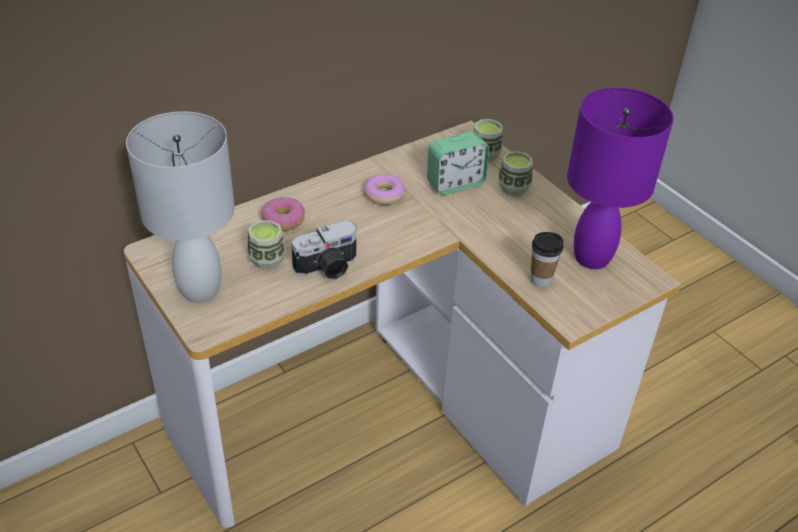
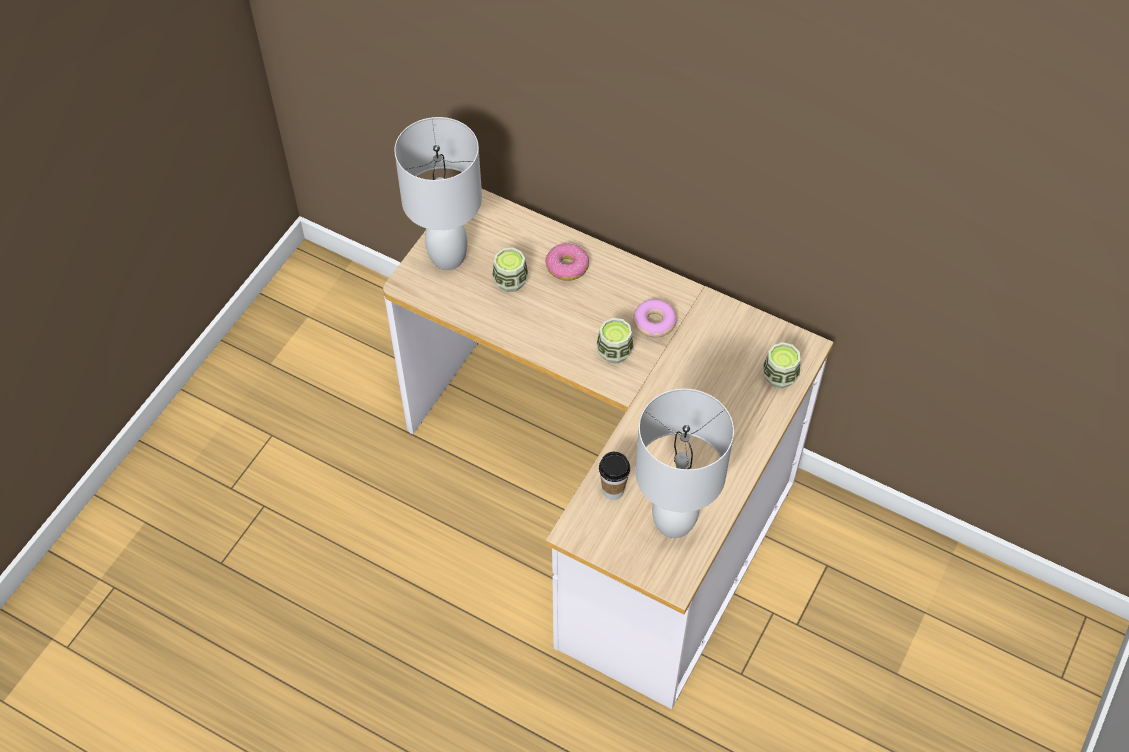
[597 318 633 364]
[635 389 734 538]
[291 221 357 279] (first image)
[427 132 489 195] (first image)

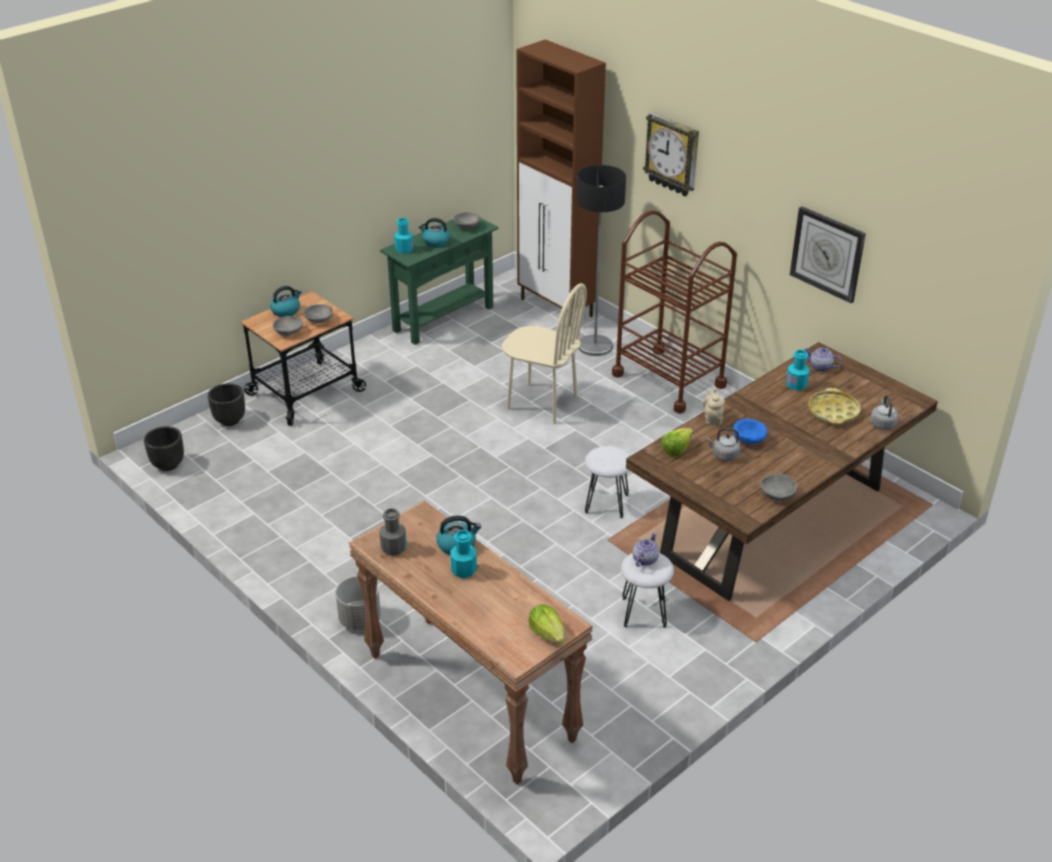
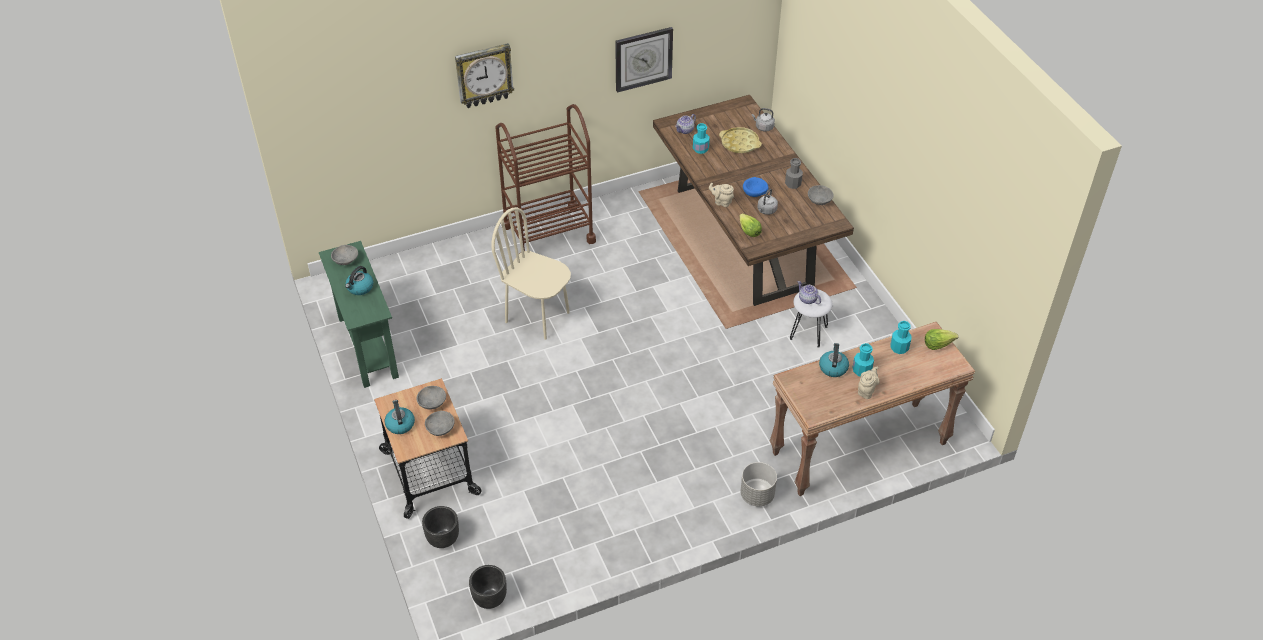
[491 207 571 340]
[785 158 803 189]
[858 366 880 399]
[890 321 912 354]
[516 39 606 327] (first image)
[576 165 626 356] (first image)
[585 446 630 518] (first image)

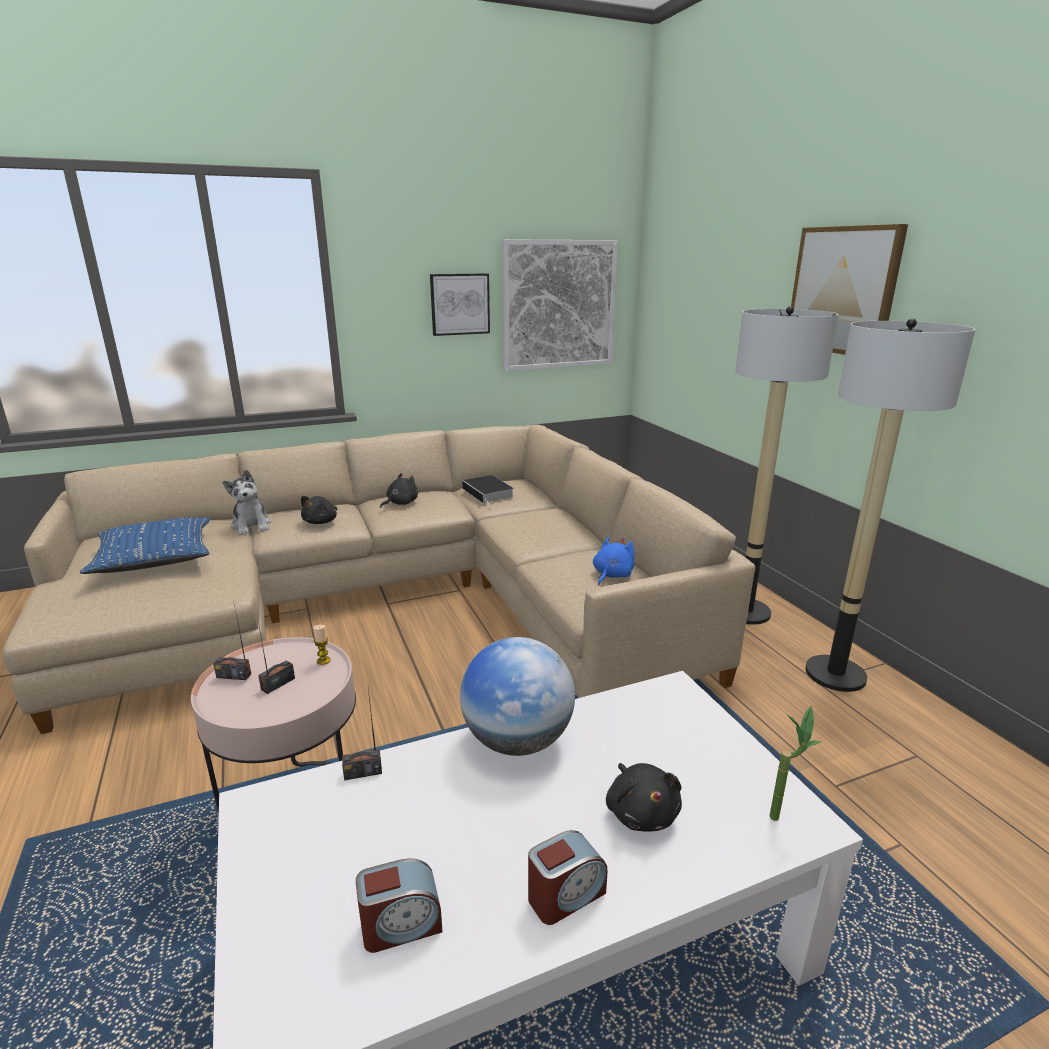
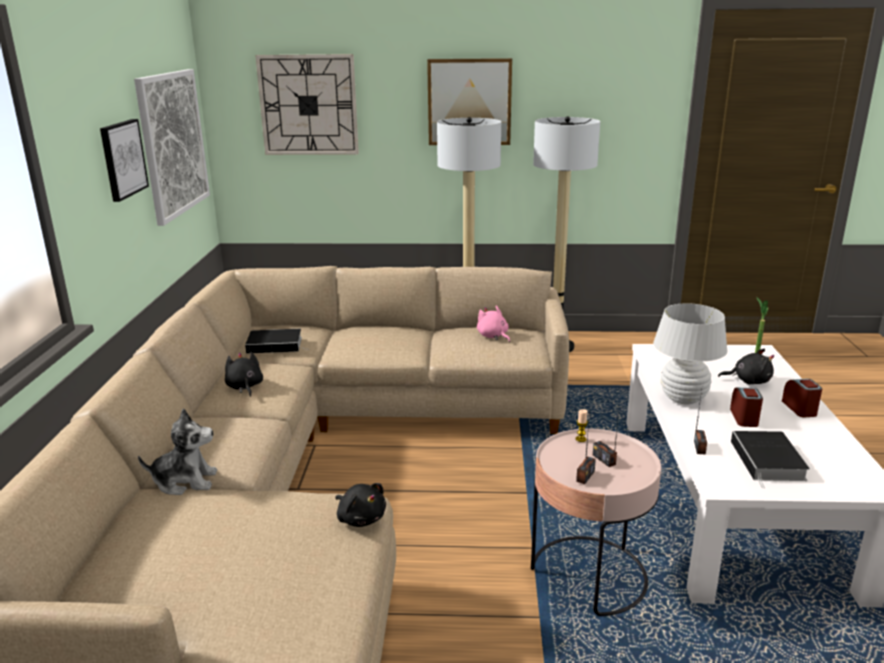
[255 54 359 155]
[336 483 386 527]
[477 306 510 342]
[653 303 728 405]
[730 387 763 427]
[731 431 810 488]
[80 517 210 574] (first image)

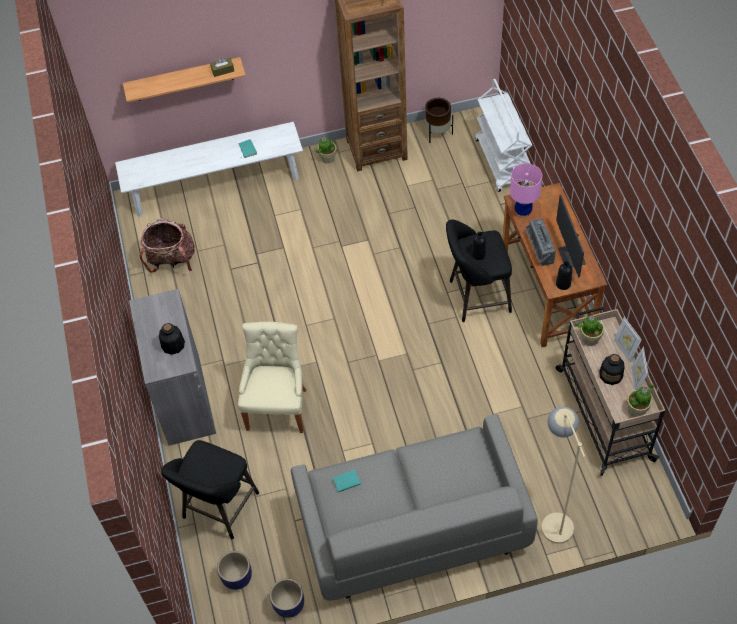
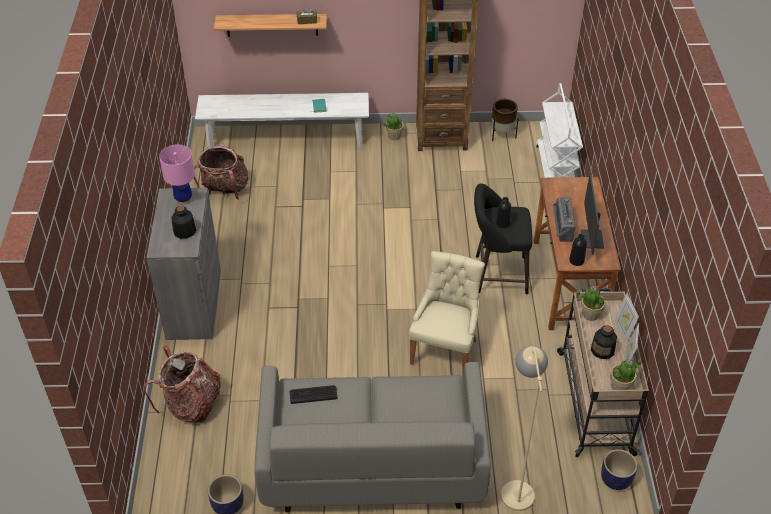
[144 346 221 423]
[159 144 195 205]
[290 385 337 404]
[409 251 485 377]
[601 449 638 490]

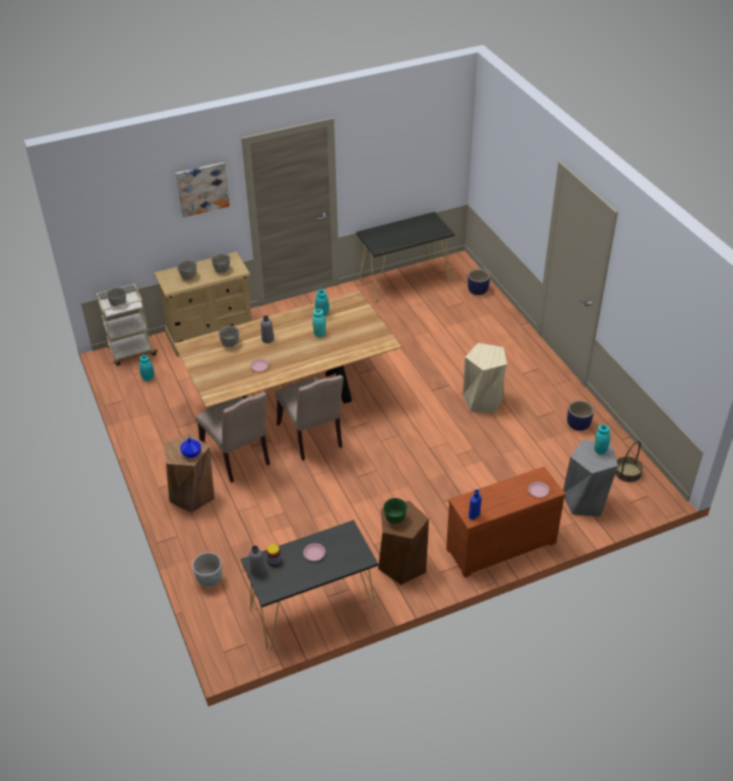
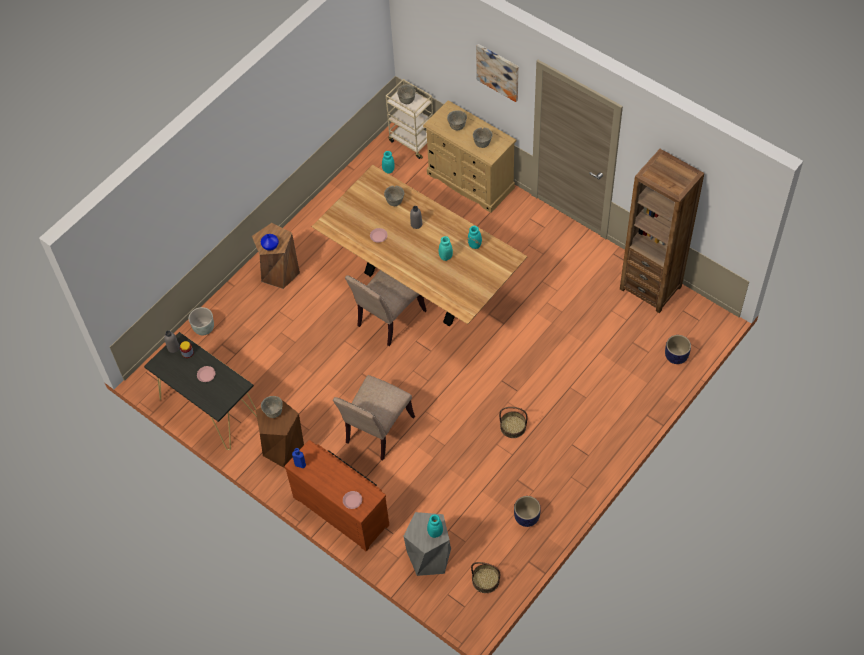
[261 396 283 418]
[333 375 415 460]
[499 407 528 438]
[620 149 704 313]

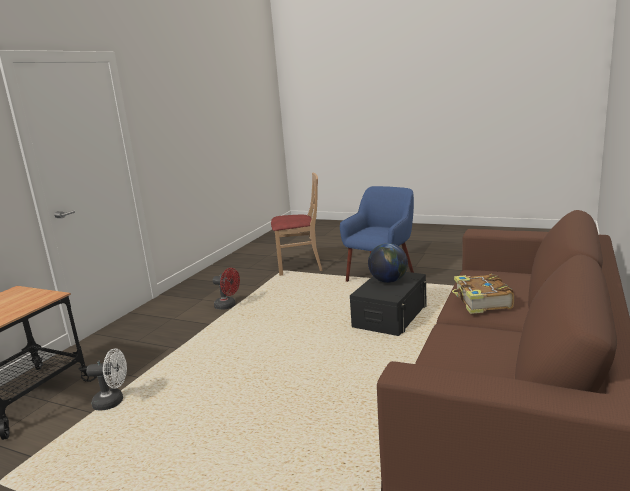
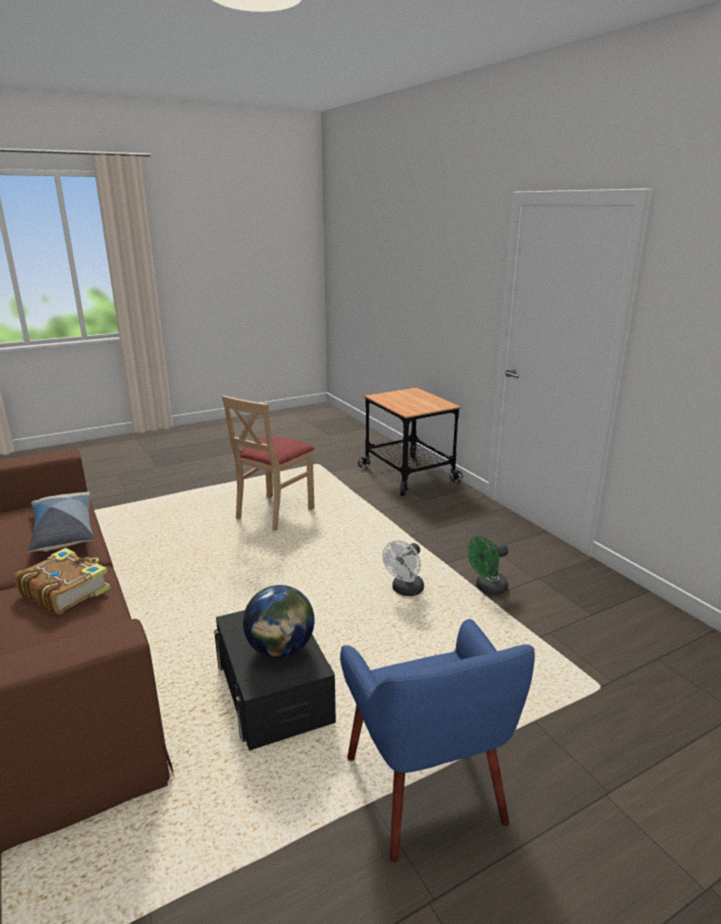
[27 492 94 552]
[222 395 314 531]
[382 540 424 596]
[468 536 509 595]

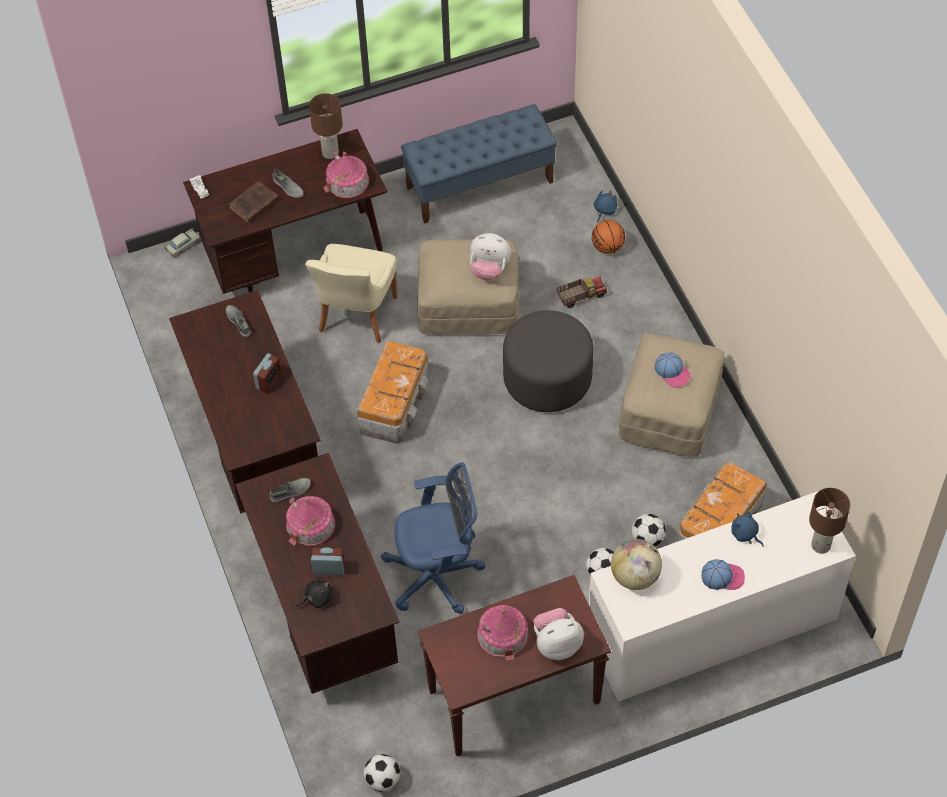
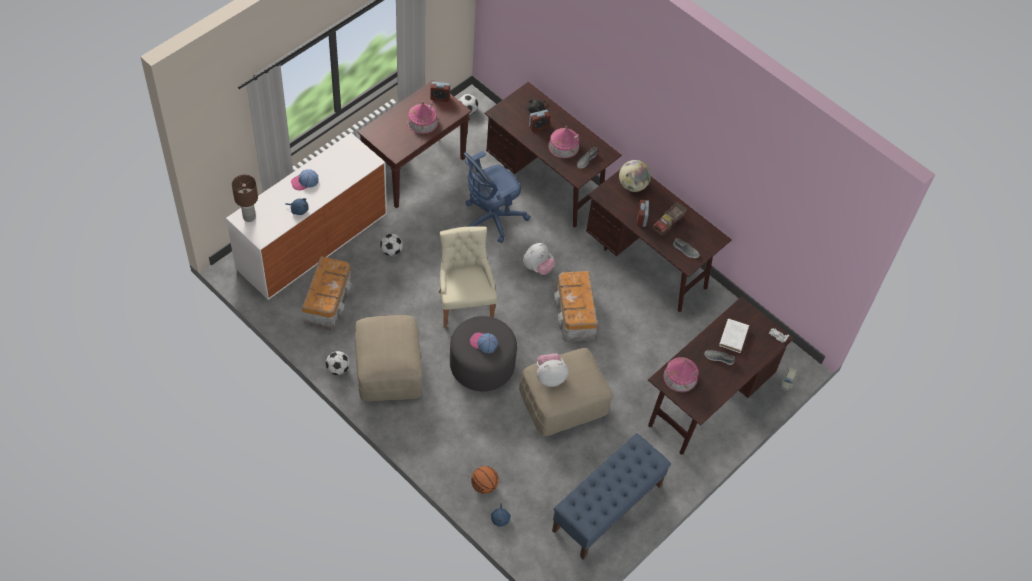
[326 351 350 375]
[430 82 450 102]
[439 226 497 328]
[470 332 498 353]
[523 243 555 275]
[619 160 651 192]
[652 202 687 236]
[719 319 749 353]
[309 93 343 159] (first image)

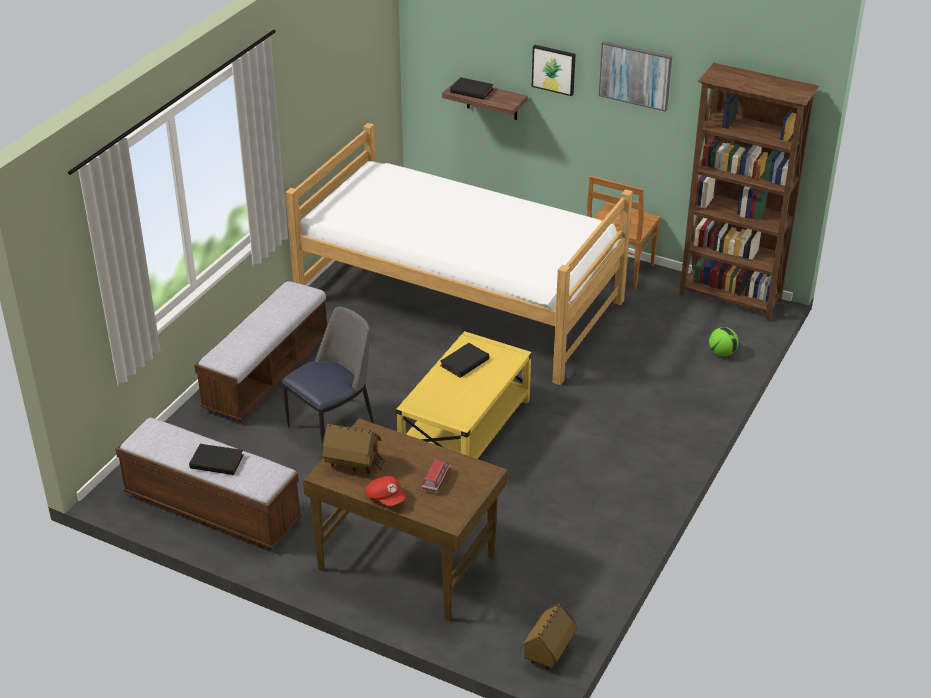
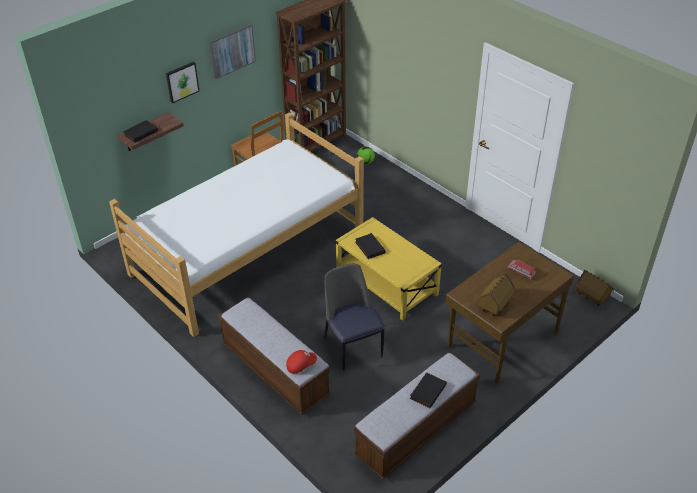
[286 350 317 374]

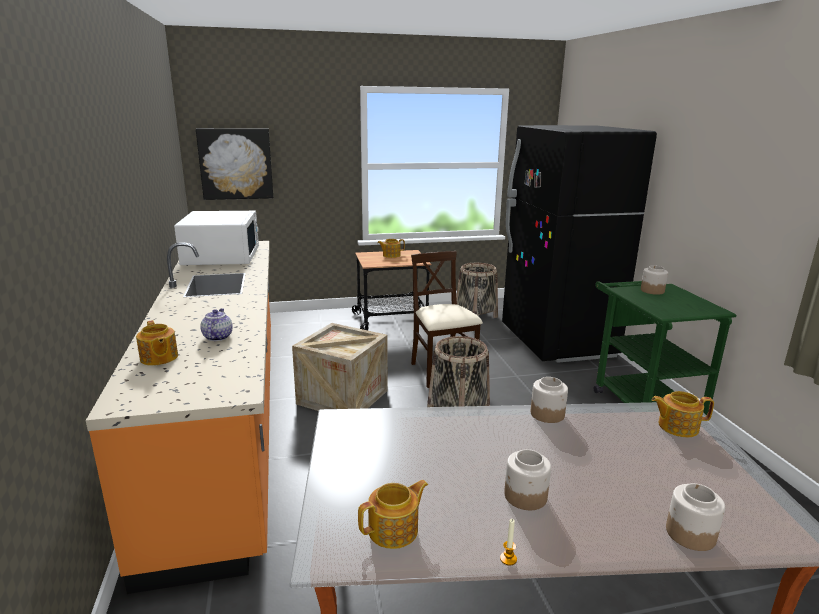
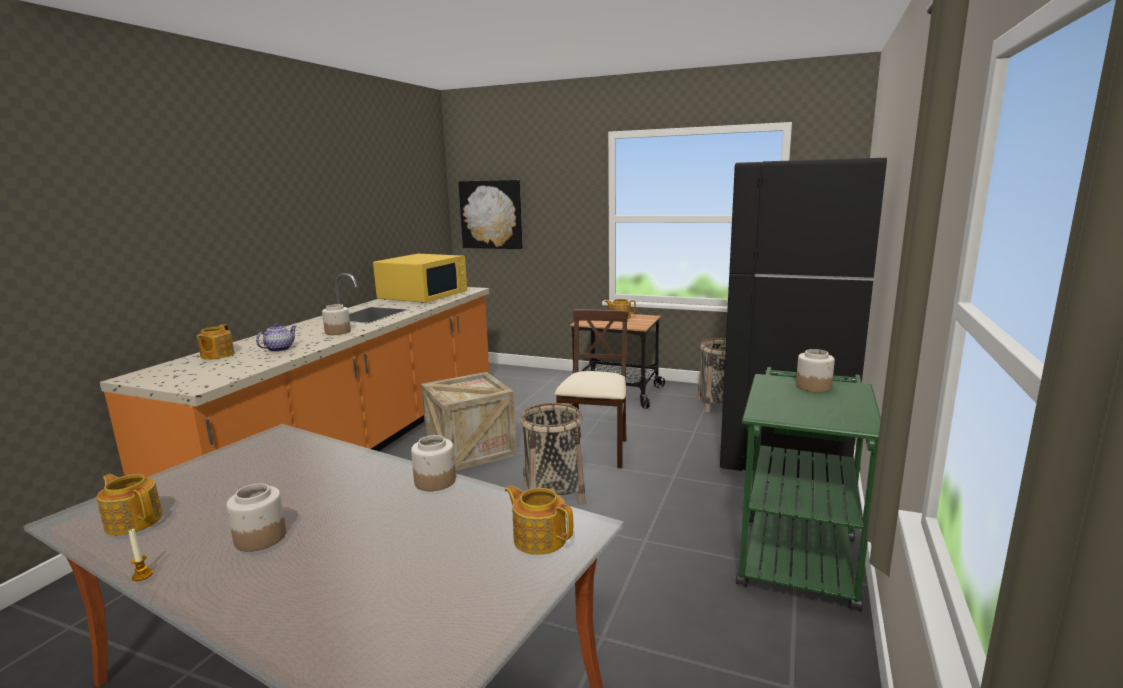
[97 474 163 535]
[322 304 351 335]
[373 254 467 303]

